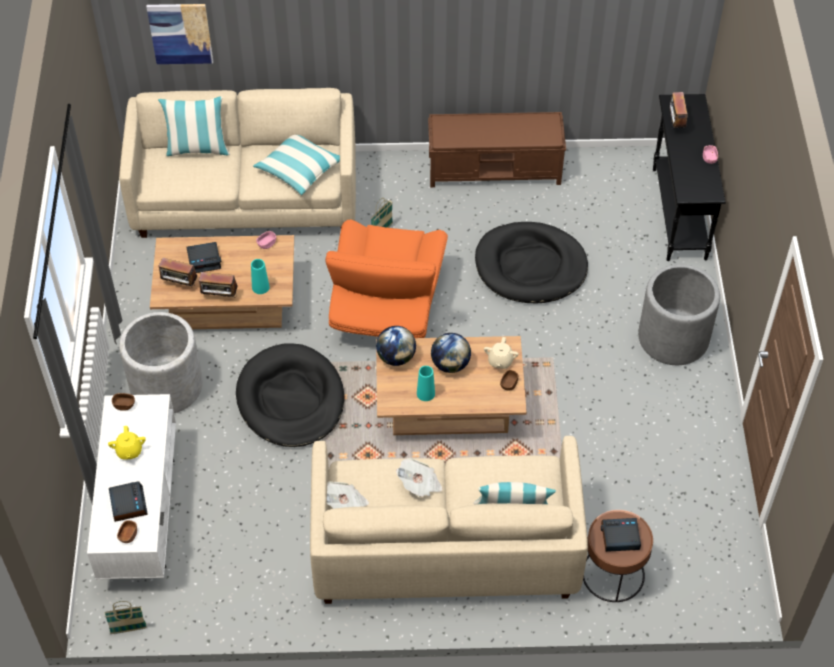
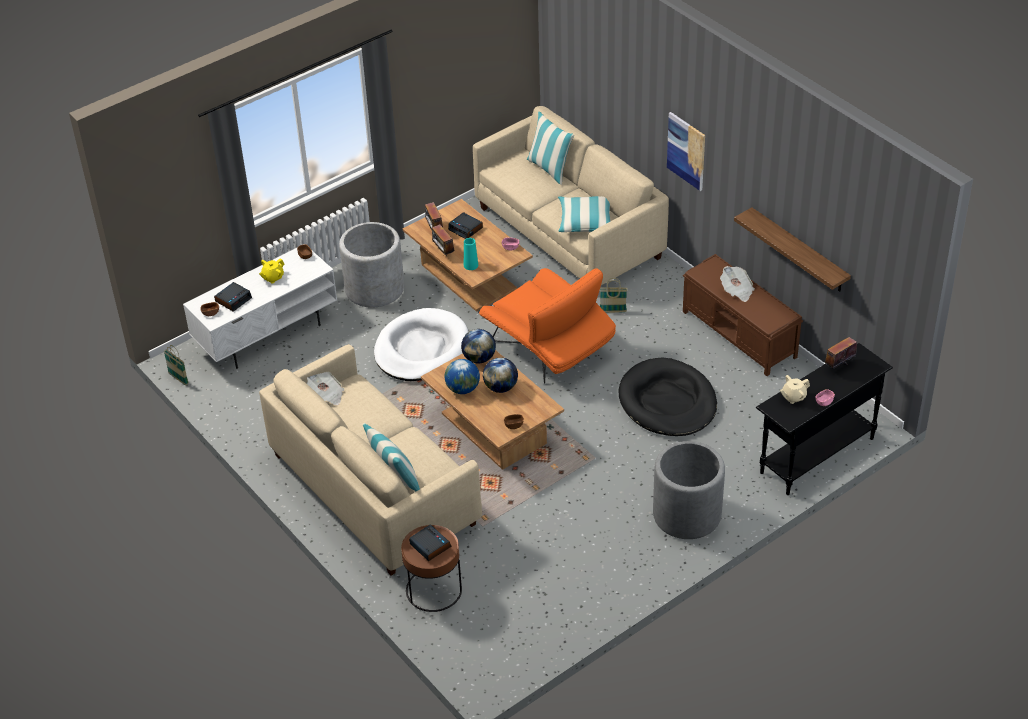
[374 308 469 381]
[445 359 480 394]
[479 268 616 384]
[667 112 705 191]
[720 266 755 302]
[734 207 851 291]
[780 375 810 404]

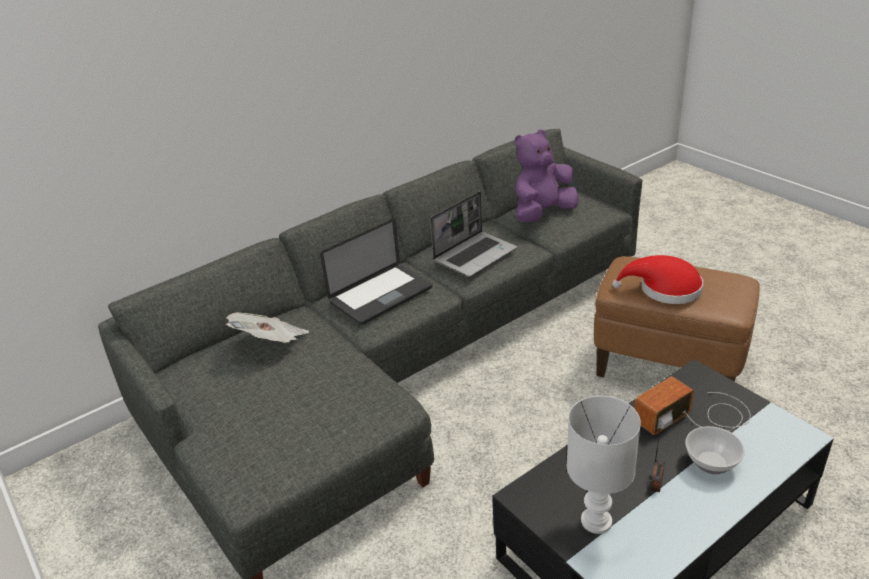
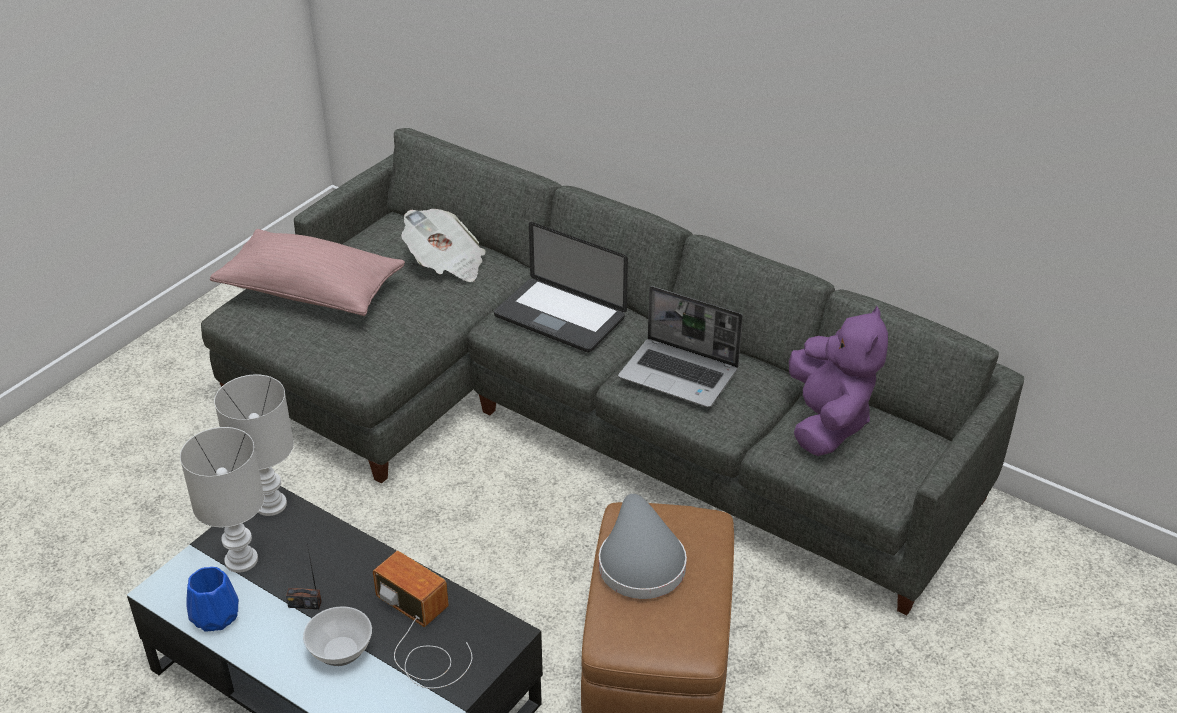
[186 567 239 632]
[210 229 405 316]
[214 374 294 516]
[599 494 687 599]
[789 306 888 456]

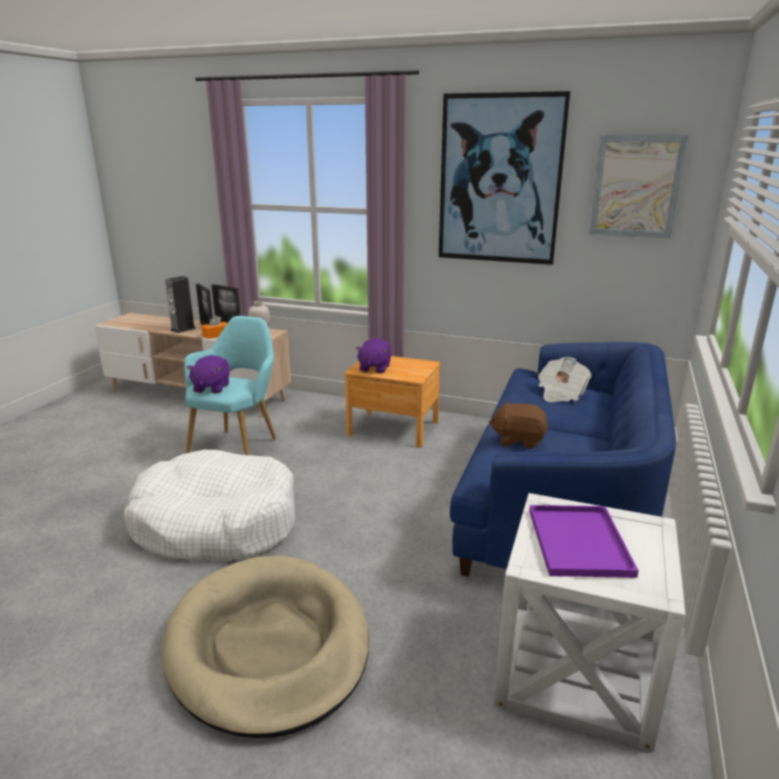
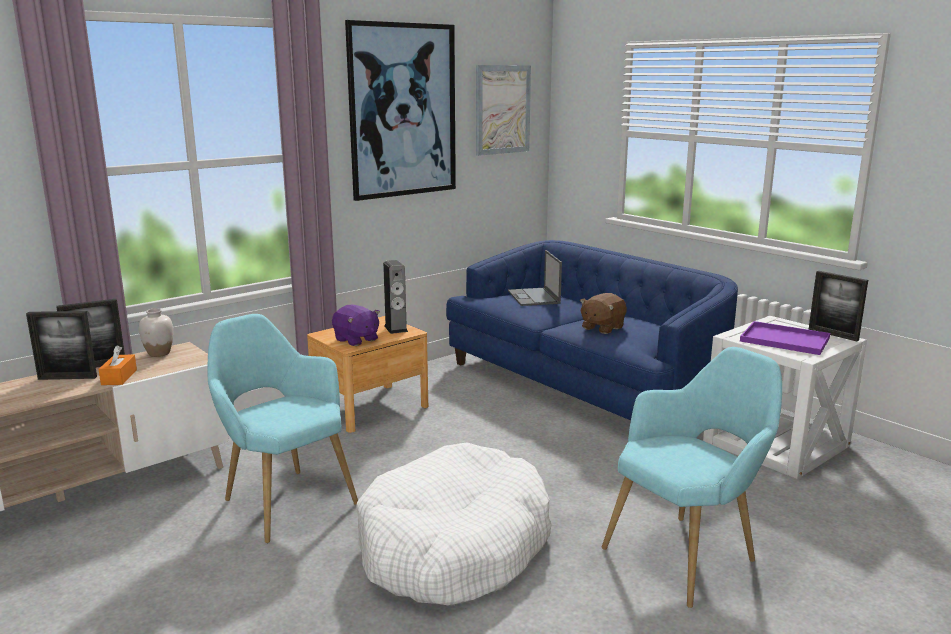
[383 260 408 334]
[508 250 562 306]
[602 347 782 608]
[808 271 868 341]
[186 355 230 393] (first image)

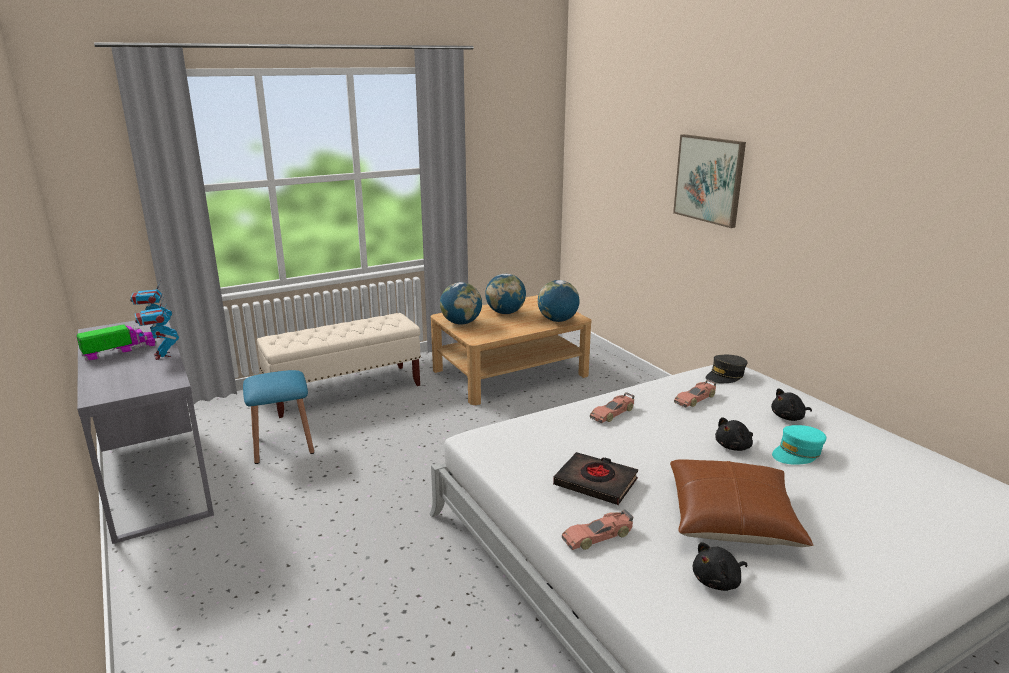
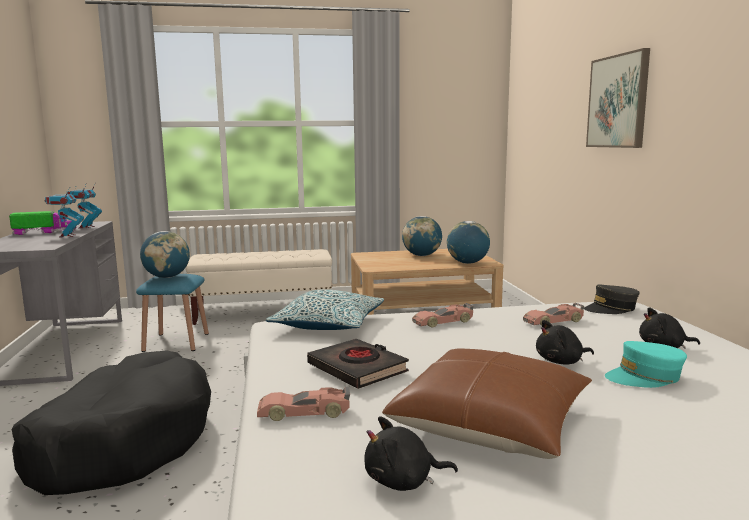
[12 350 211 495]
[140 231 190 278]
[266 289 384 330]

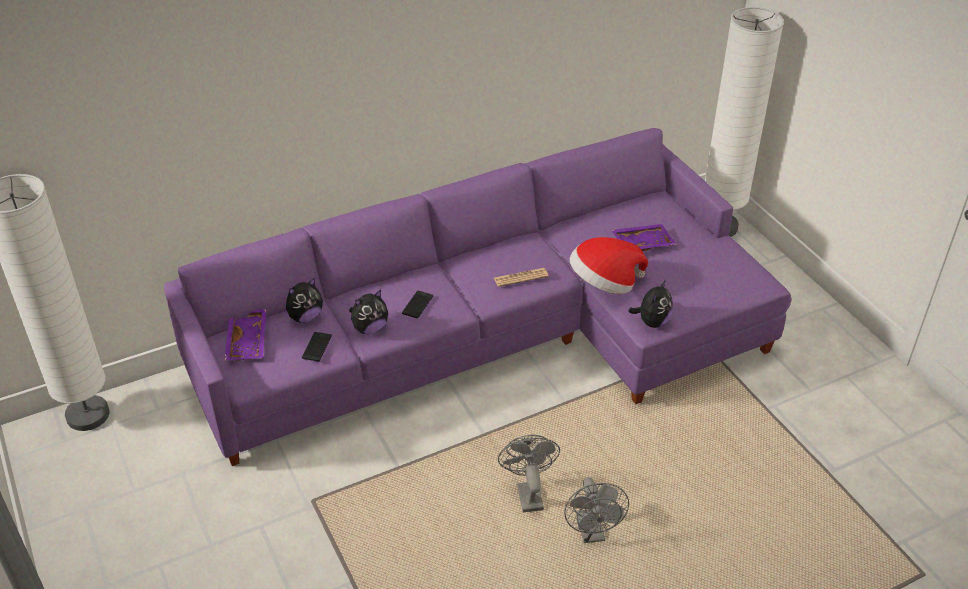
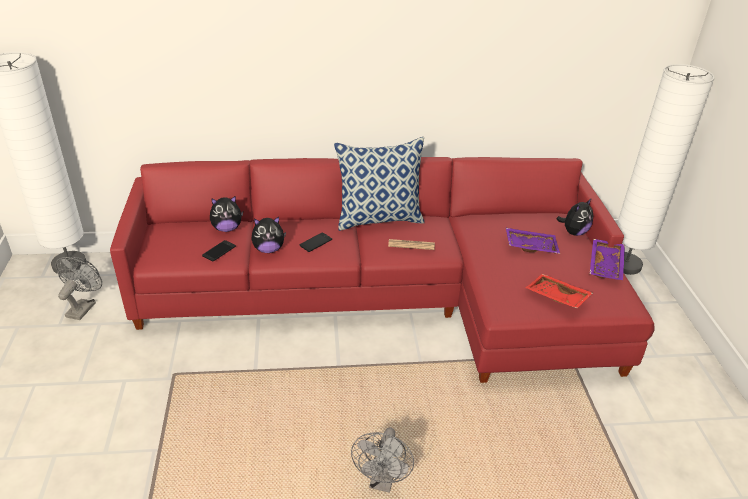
[55 257 102 320]
[110 157 655 383]
[334 137 425 231]
[525 274 593 308]
[557 198 594 236]
[590 239 625 280]
[570 237 648 294] (first image)

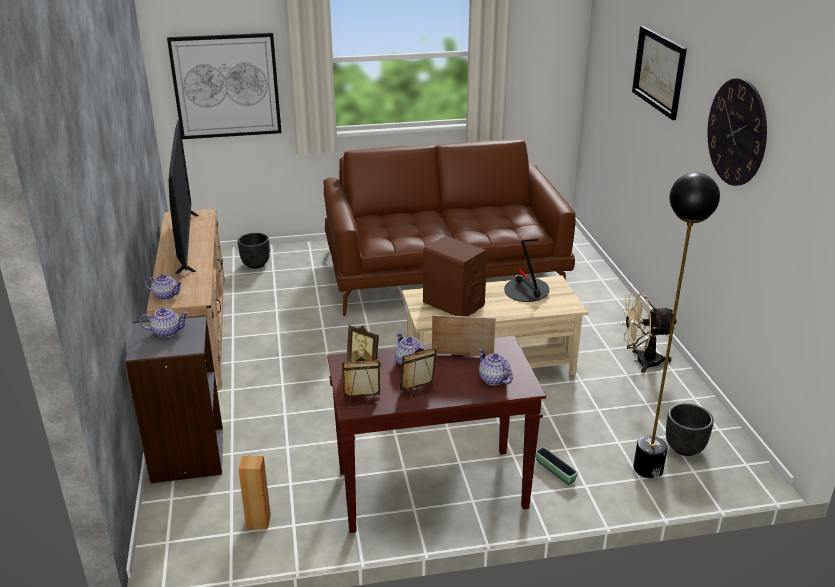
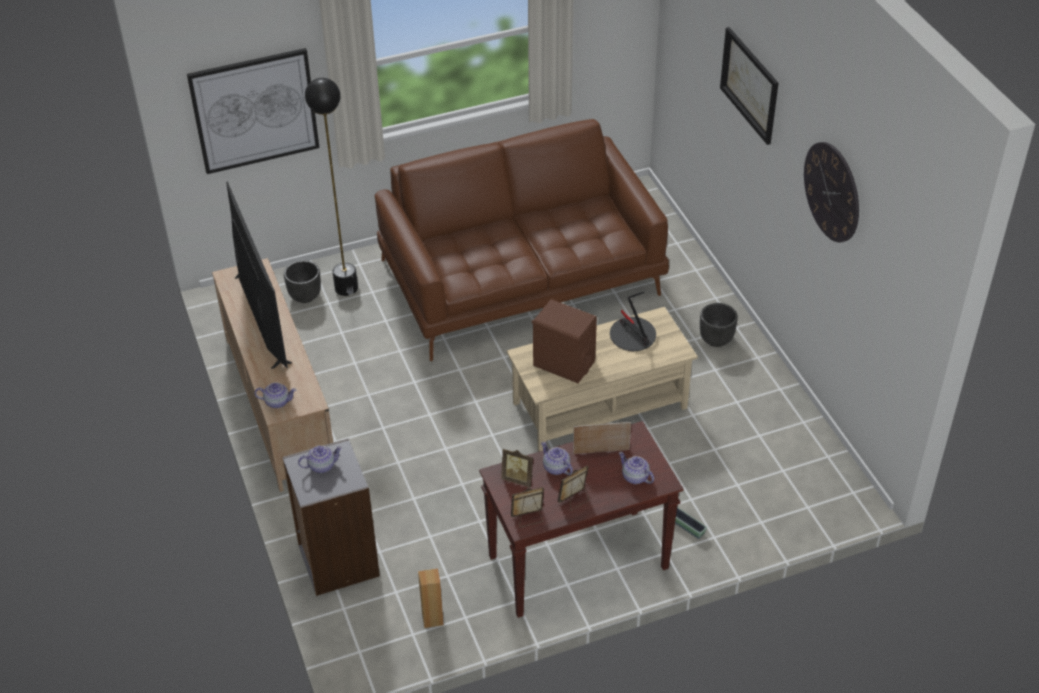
[305 78 358 296]
[700 303 738 347]
[622 293 677 373] (first image)

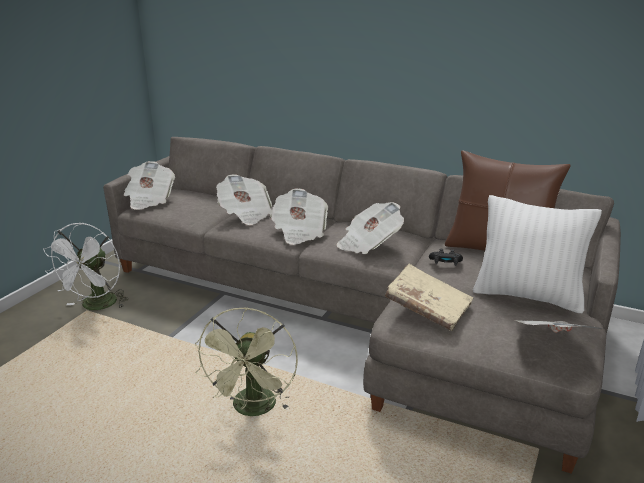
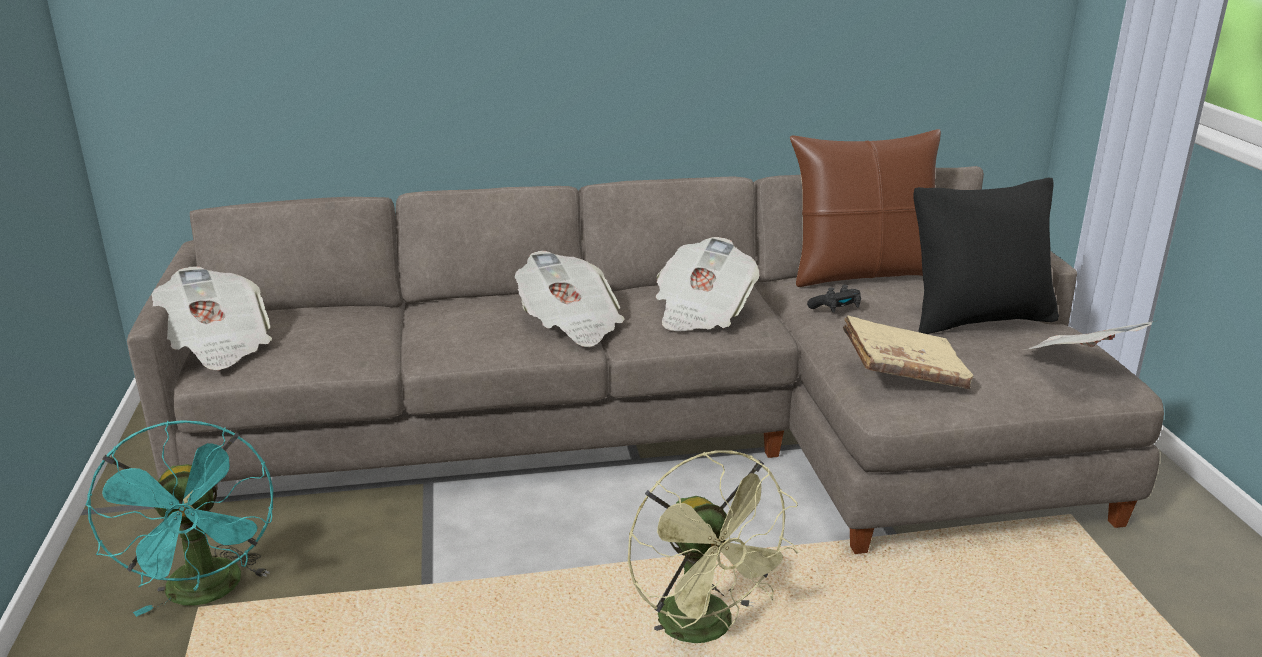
[86 420 273 617]
[914 178 1059 334]
[216 174 272 225] (first image)

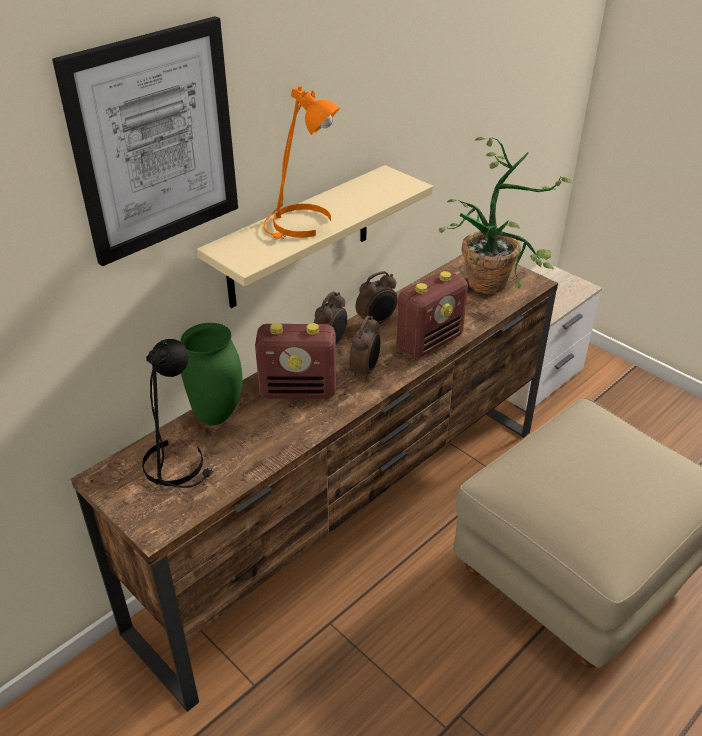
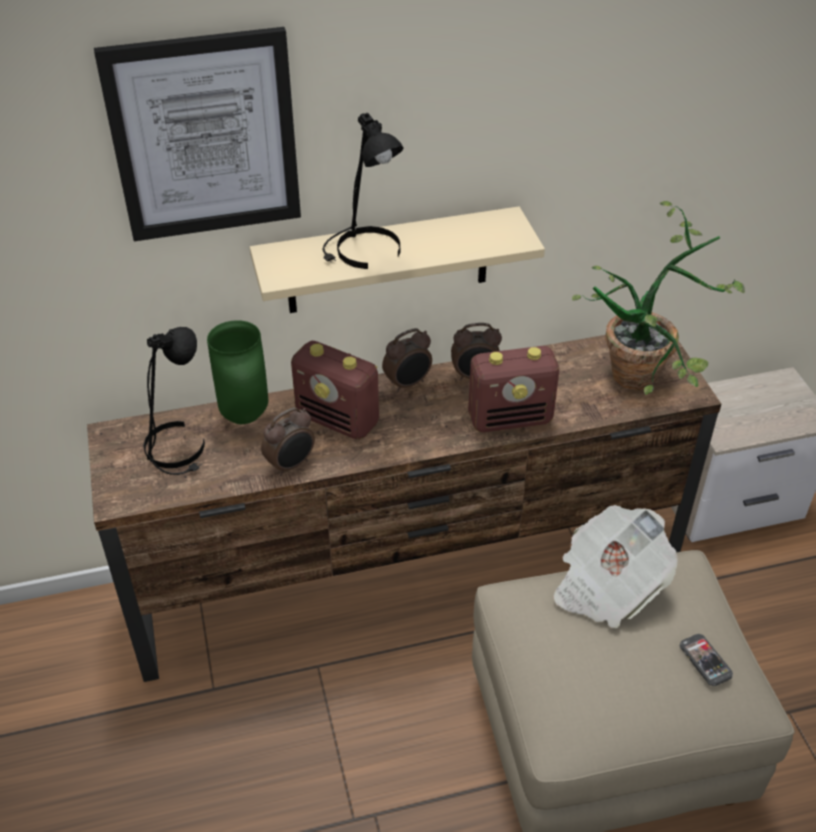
[261 407 315 476]
[322 113 403 269]
[553 505 678 628]
[680 634 733 686]

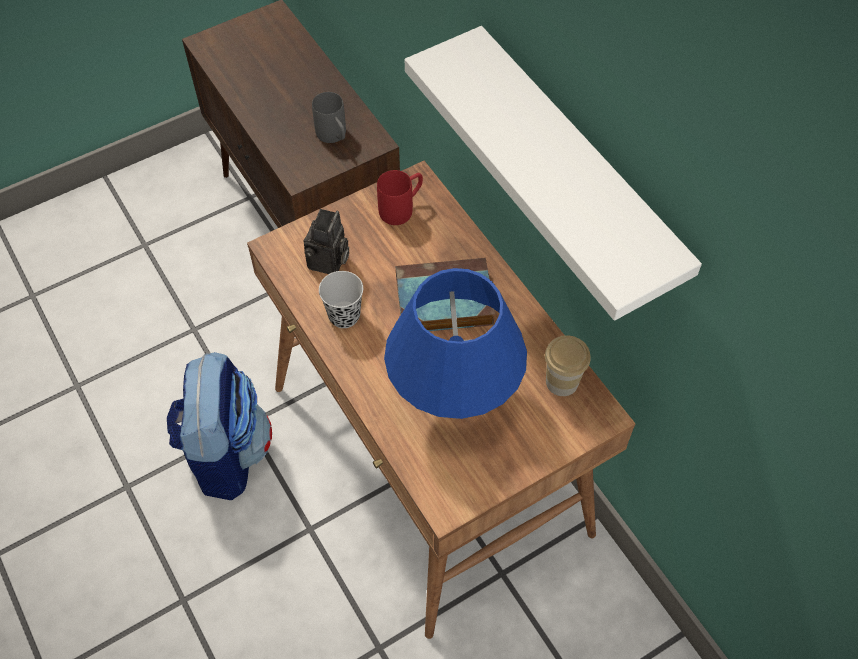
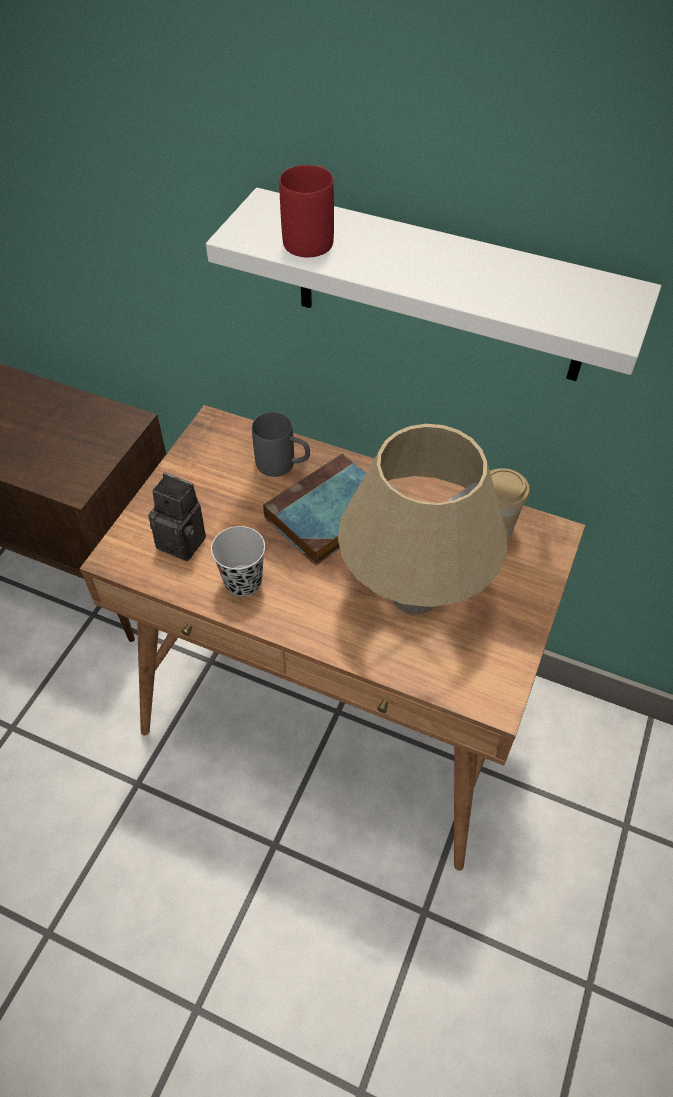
[148 472 206 561]
[252 412 310 477]
[279 165 334 257]
[338 424 507 615]
[167 352 272 500] (first image)

